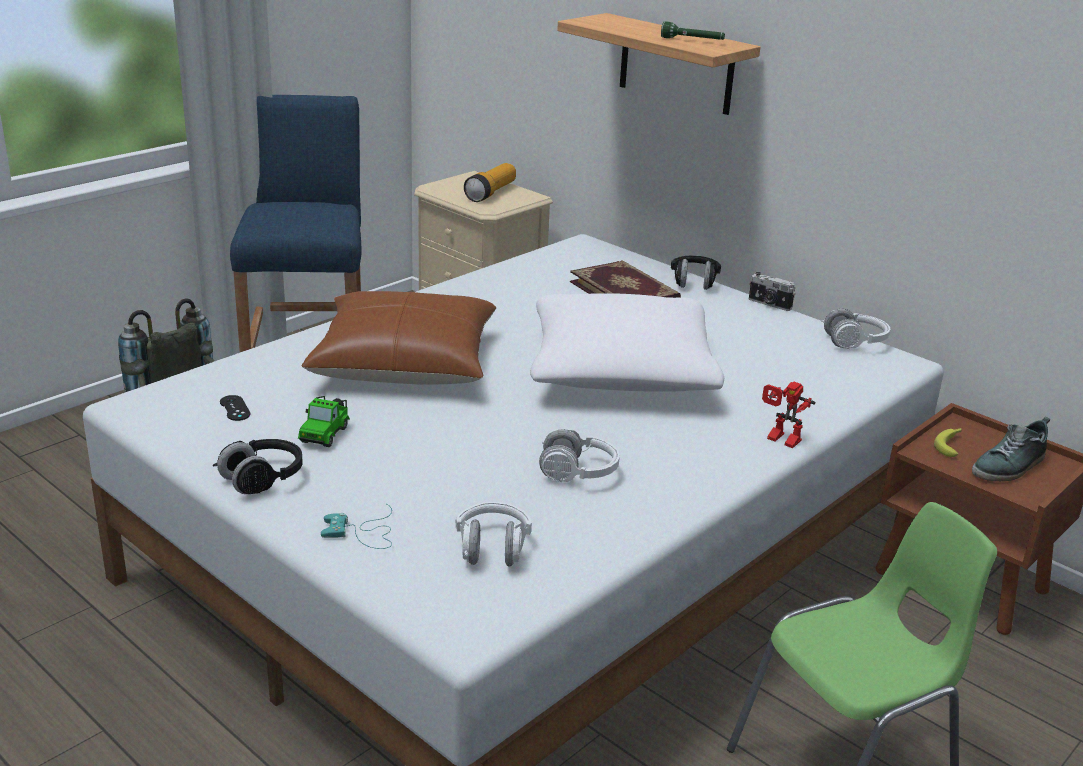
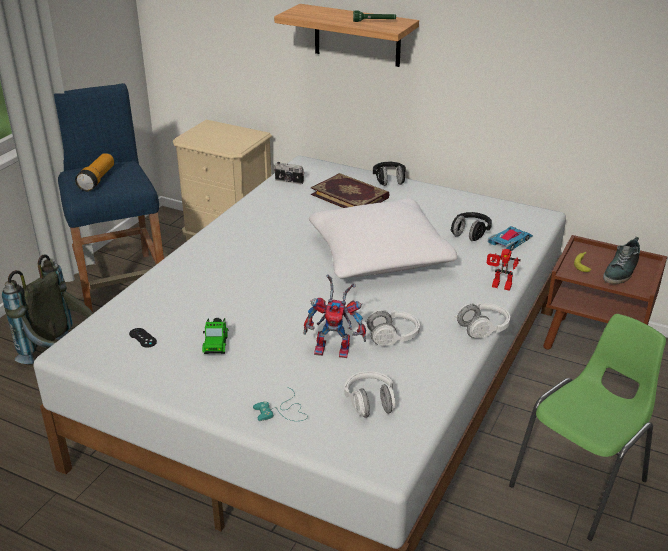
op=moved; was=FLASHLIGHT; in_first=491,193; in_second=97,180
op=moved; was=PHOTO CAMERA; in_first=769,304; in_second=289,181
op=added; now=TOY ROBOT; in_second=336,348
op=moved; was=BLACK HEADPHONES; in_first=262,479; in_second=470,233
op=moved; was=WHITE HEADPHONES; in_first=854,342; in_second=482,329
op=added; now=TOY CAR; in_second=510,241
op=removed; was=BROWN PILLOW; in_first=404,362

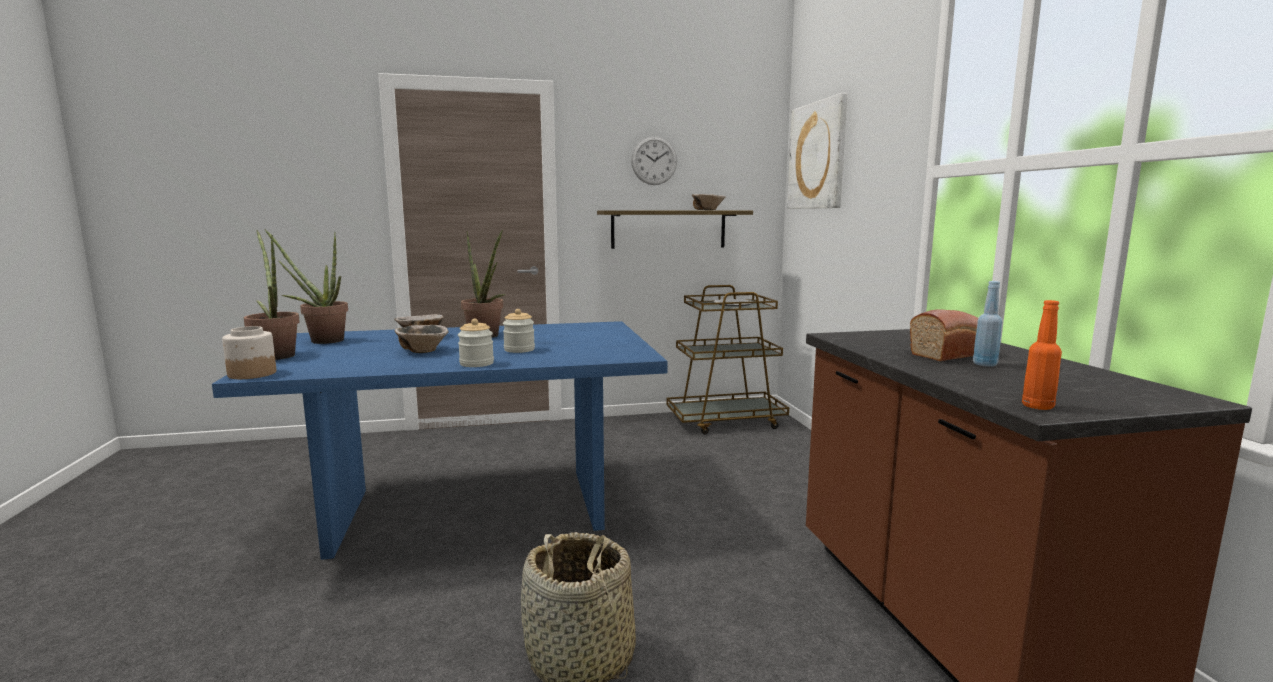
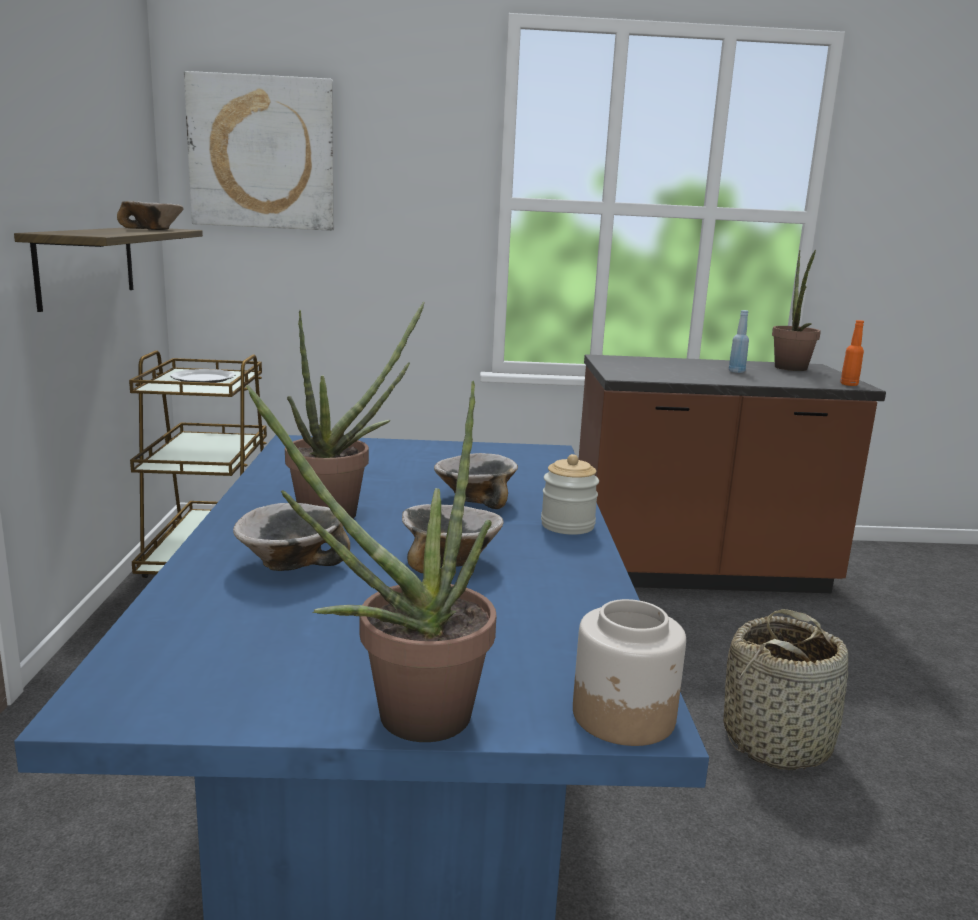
op=replaced; was=JAR; now=BOWL; in_first=519,350; in_second=474,499
op=moved; was=POTTED PLANT; in_first=321,340; in_second=791,369
op=removed; was=WALL CLOCK; in_first=654,160
op=removed; was=BREAD; in_first=952,354

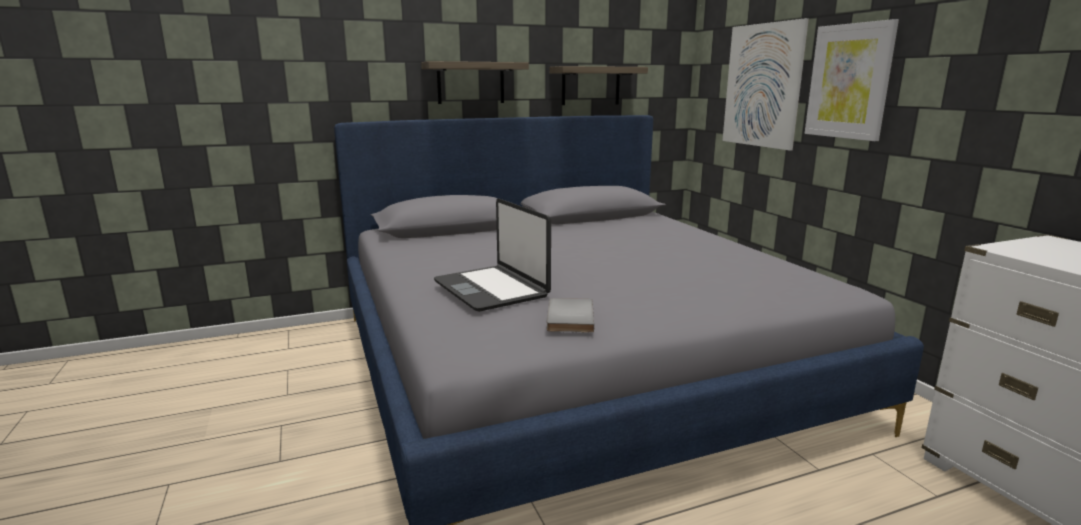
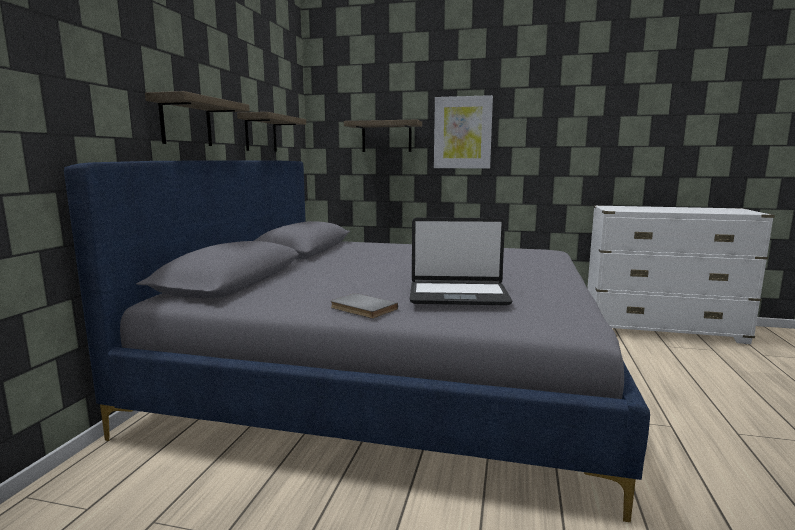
op=moved; was=GREY BOOK; in_first=568,318; in_second=362,309
op=replaced; was=PICTURE; now=SHELF; in_first=762,85; in_second=386,137

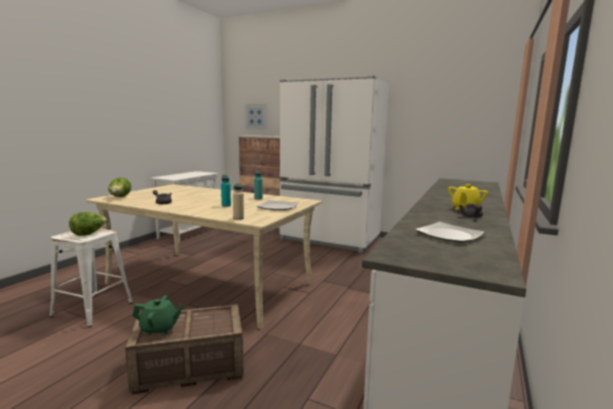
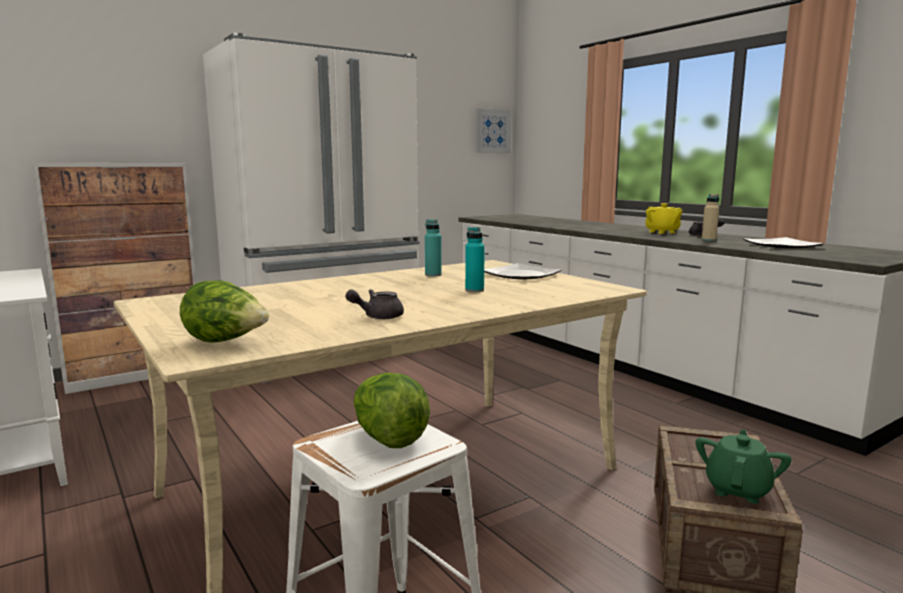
op=moved; was=PICTURE; in_first=256,116; in_second=492,131
op=moved; was=BEIGE BOTTLE; in_first=238,218; in_second=708,240

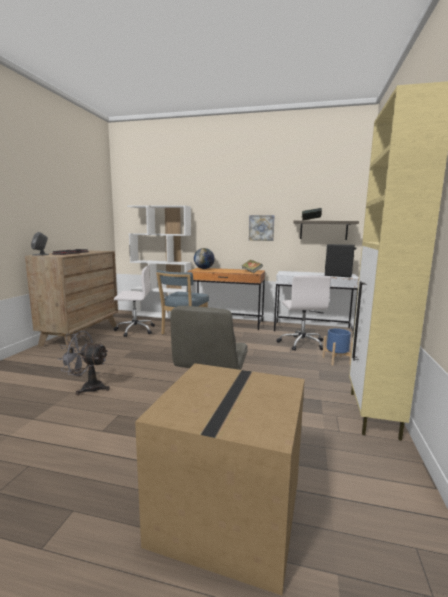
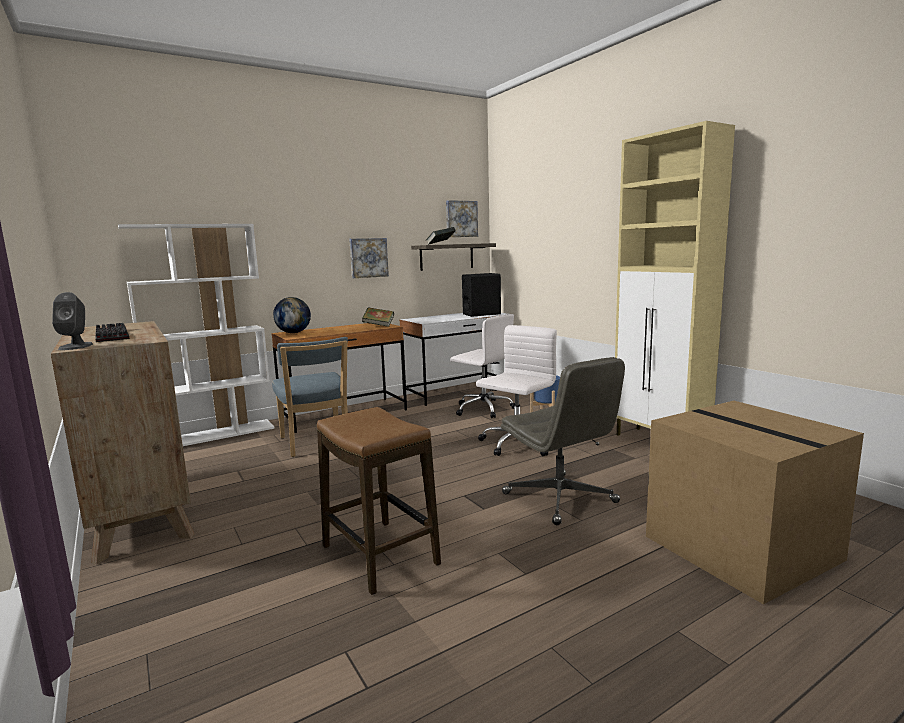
op=replaced; was=GREY FAN; now=STOOL; in_first=87,388; in_second=380,555
op=added; now=PICTURE; in_second=461,219
op=moved; was=WHITE OFFICE CHAIR; in_first=134,330; in_second=516,444

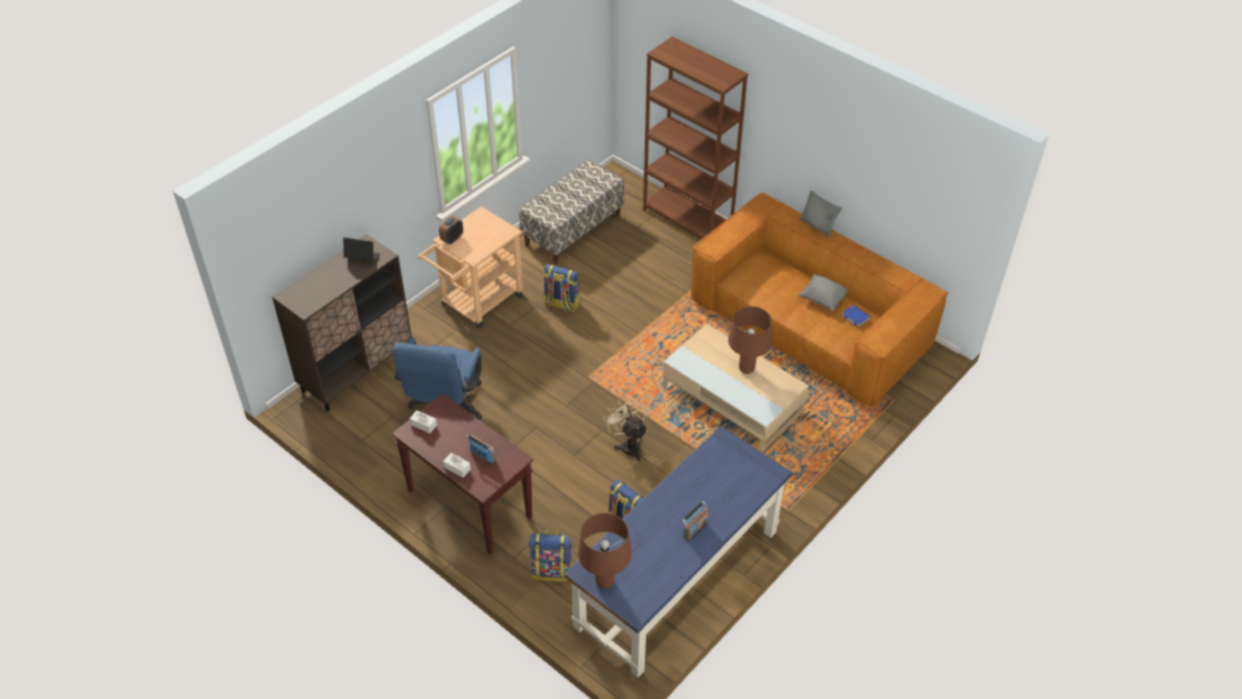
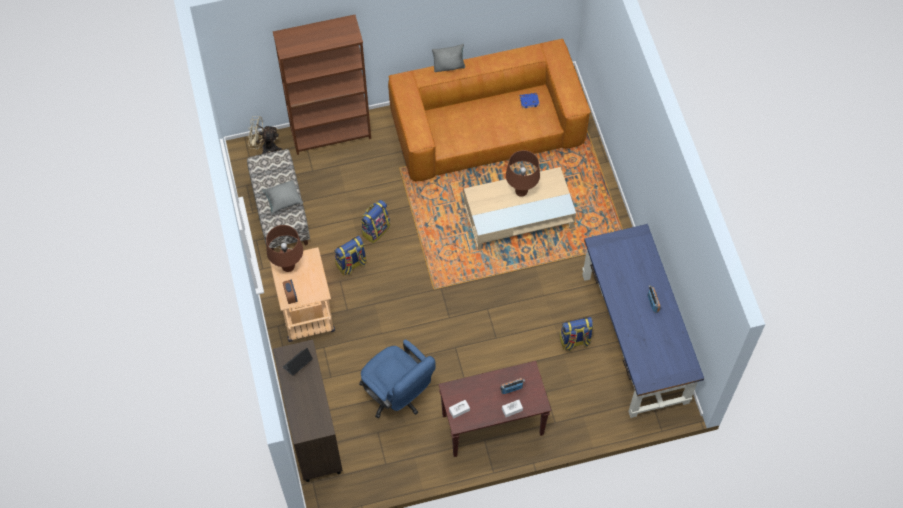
op=moved; was=BEIGE FAN; in_first=628,444; in_second=265,148
op=moved; was=GREY PILLOW; in_first=822,299; in_second=283,200
op=moved; was=BROWN TABLE LAMP; in_first=605,582; in_second=288,267
op=moved; was=BACKPACK; in_first=552,570; in_second=375,229

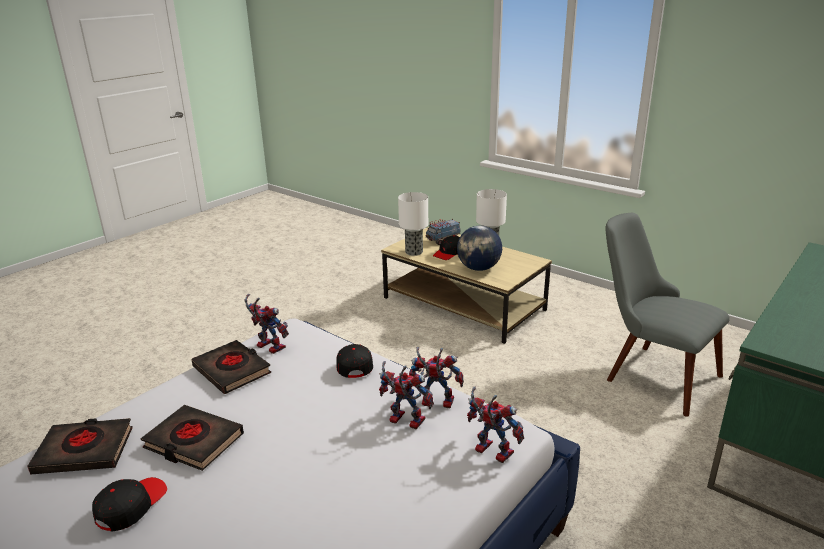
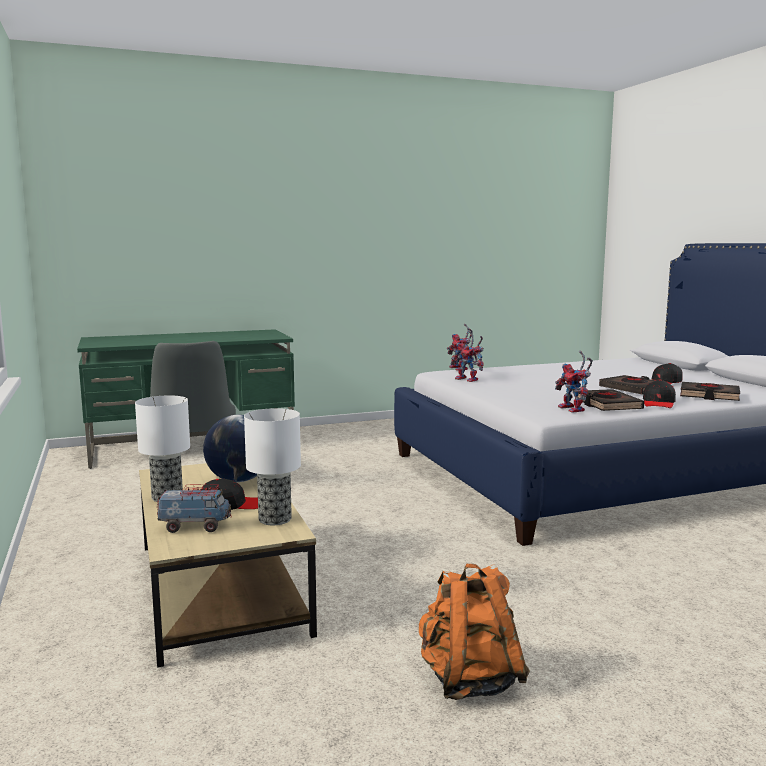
op=added; now=ORANGE BACKPACK; in_second=469,681
op=moved; was=BLACK CAP; in_first=354,364; in_second=658,403
op=removed; was=TOY ROBOT; in_first=403,421

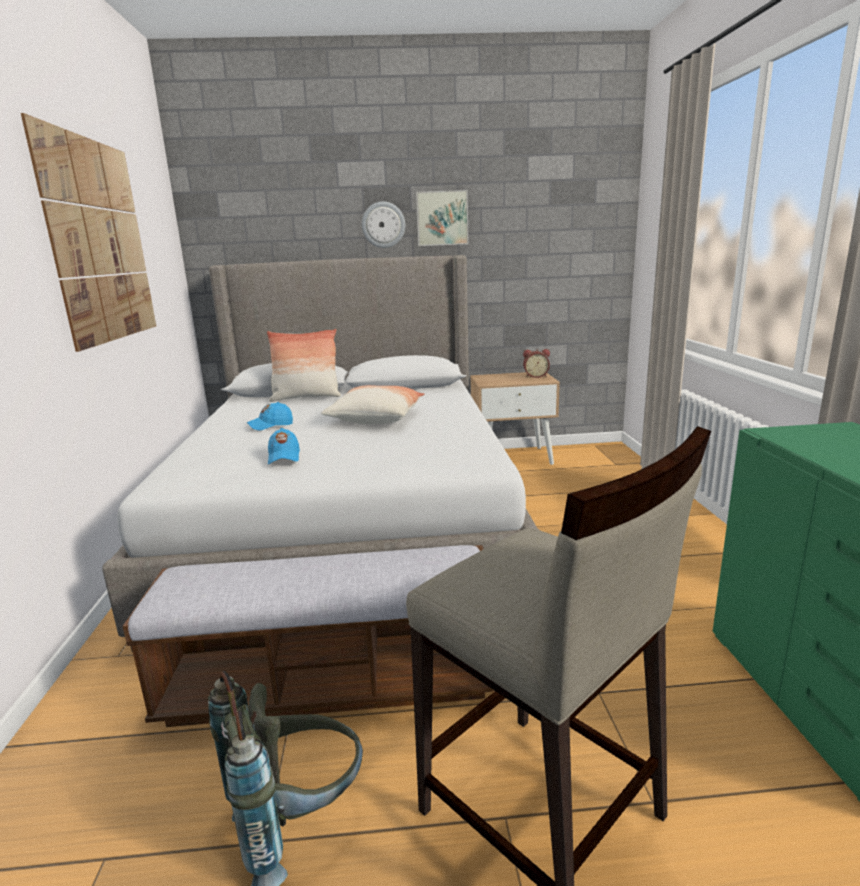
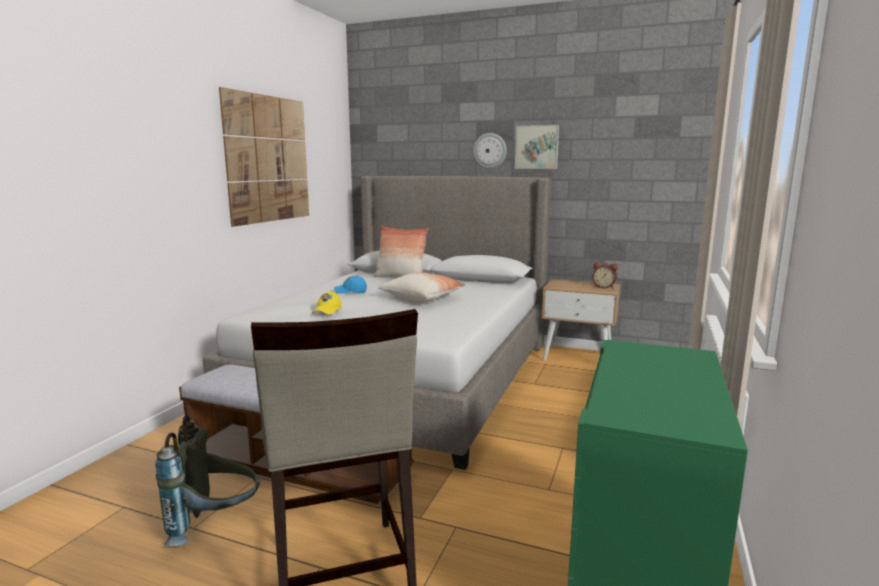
op=recoloured; was=BLUE CAP; now=YELLOW CAP; in_first=284,457; in_second=327,311

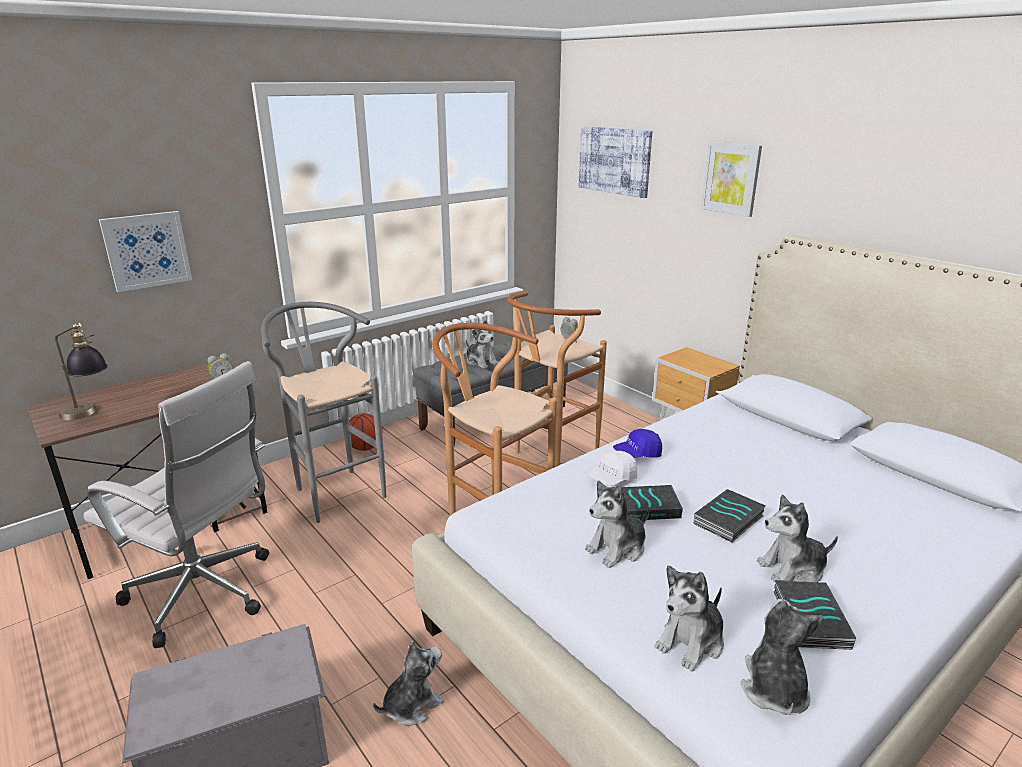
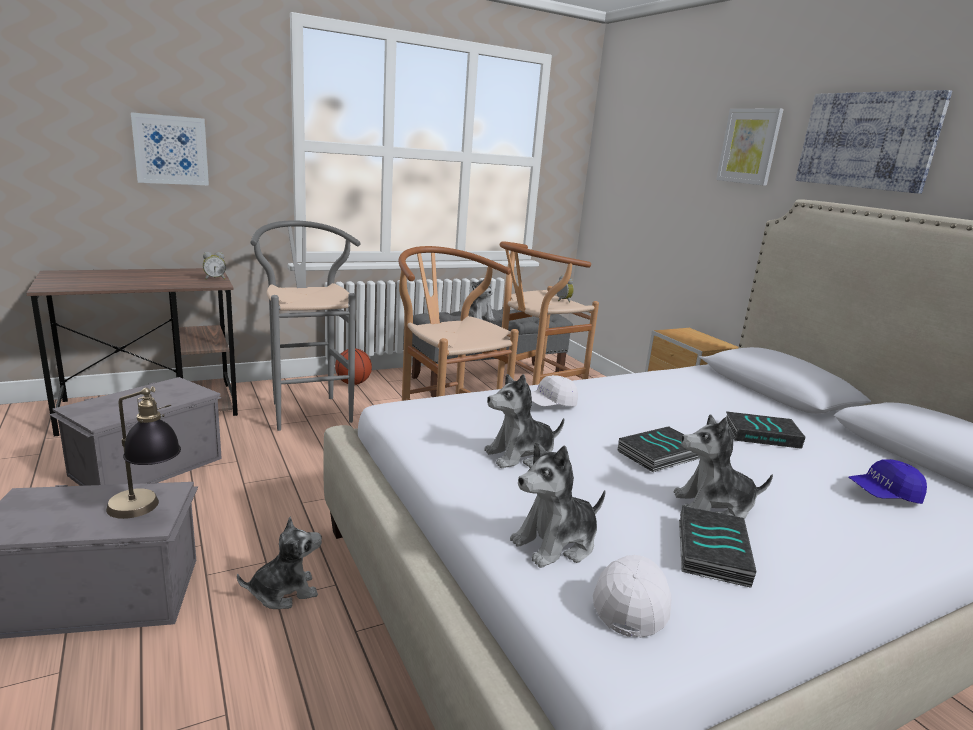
op=replaced; was=WHITE OFFICE CHAIR; now=GREY STORAGE BOX; in_first=206,595; in_second=145,466
op=moved; was=TABLE LAMP; in_first=89,414; in_second=146,512
op=replaced; was=PLUSH TOY; now=WHITE CAP; in_first=773,689; in_second=631,603
op=moved; was=BOOK; in_first=645,507; in_second=762,434
op=moved; was=PICTURE; in_first=614,160; in_second=867,140
op=moved; was=BLUE CAP; in_first=637,454; in_second=883,495

